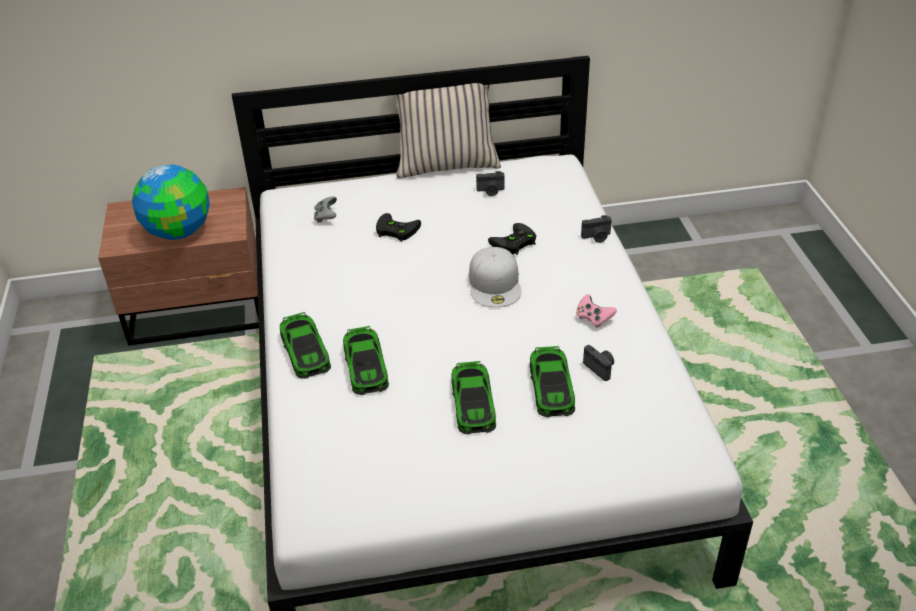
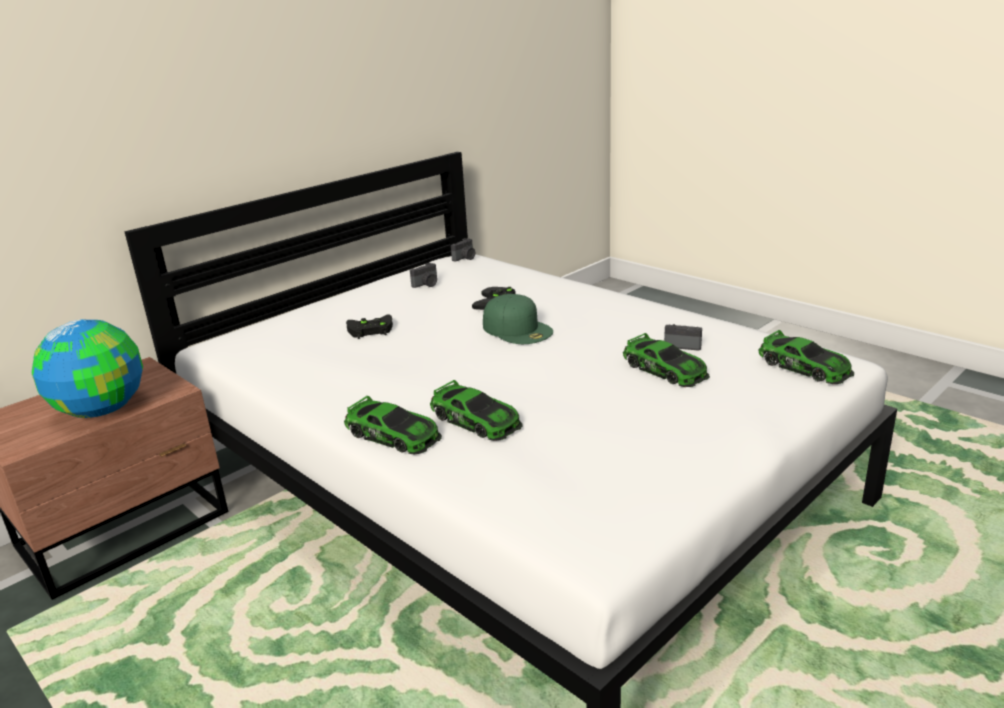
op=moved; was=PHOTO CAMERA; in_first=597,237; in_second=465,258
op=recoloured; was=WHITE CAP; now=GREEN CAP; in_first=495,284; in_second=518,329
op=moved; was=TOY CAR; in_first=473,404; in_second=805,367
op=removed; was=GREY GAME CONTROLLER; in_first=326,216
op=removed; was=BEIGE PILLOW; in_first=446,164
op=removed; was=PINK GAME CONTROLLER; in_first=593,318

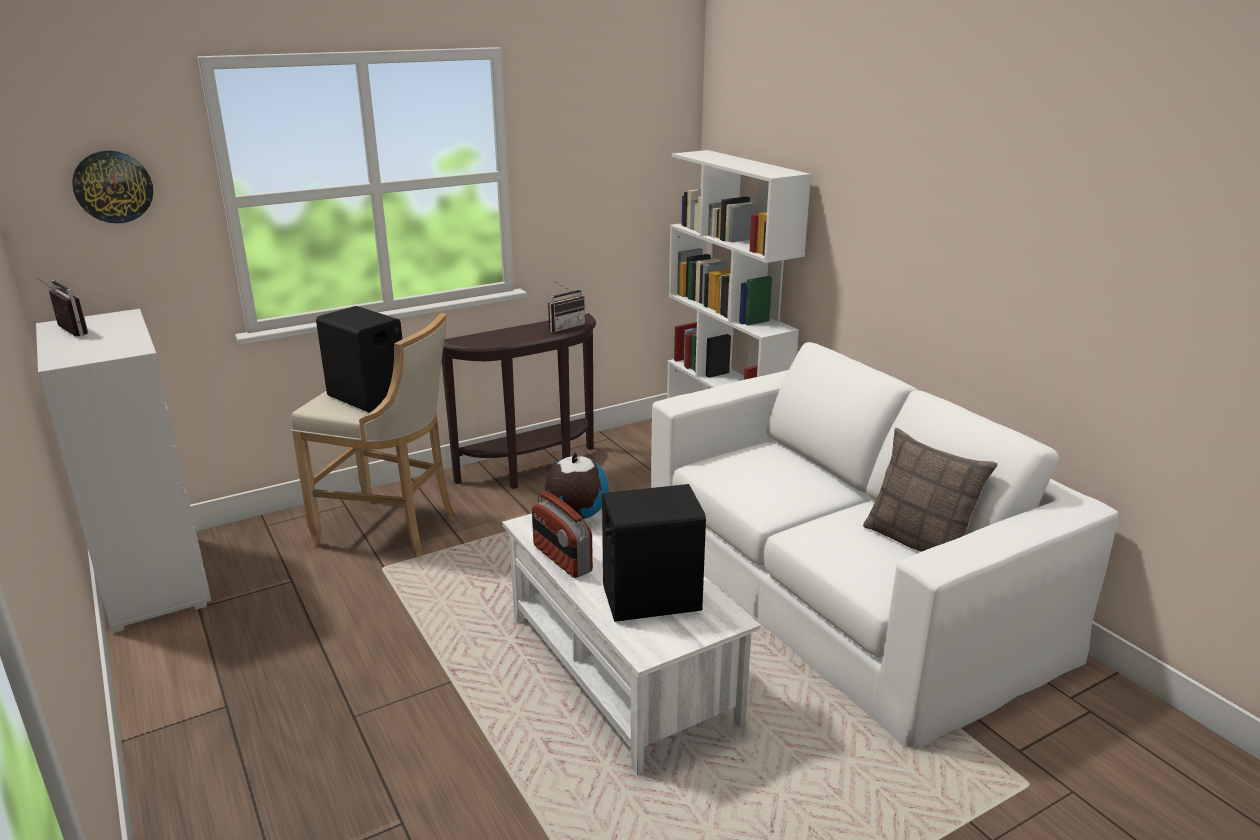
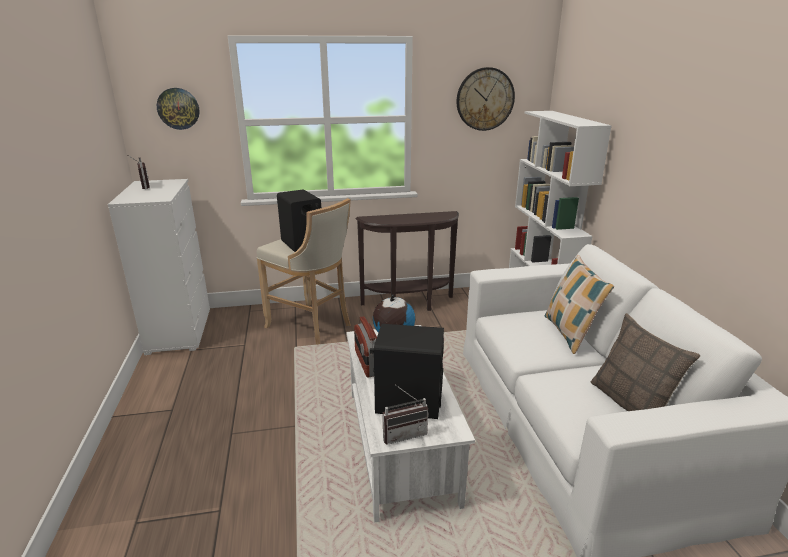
op=moved; was=RADIO; in_first=565,327; in_second=403,433
op=added; now=WALL CLOCK; in_second=485,99
op=added; now=PILLOW; in_second=570,334

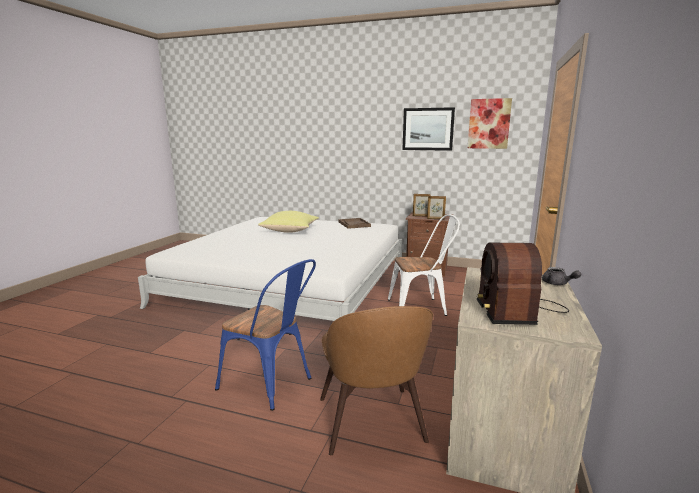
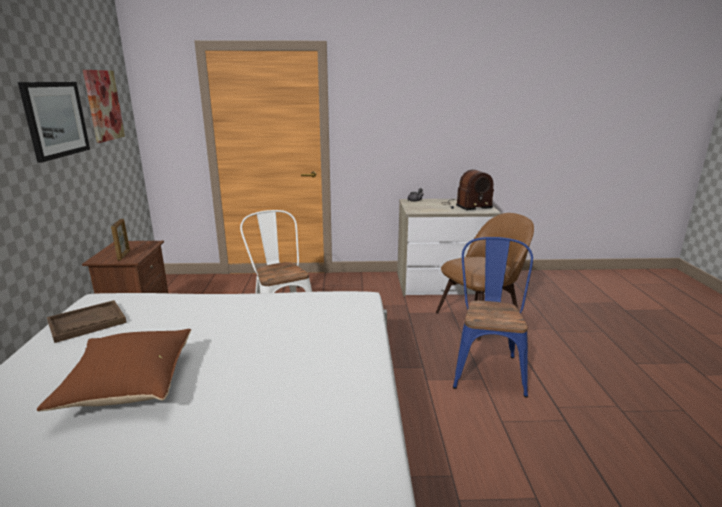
op=recoloured; was=YELLOW PILLOW; now=BROWN PILLOW; in_first=291,231; in_second=128,385
op=removed; was=PICTURE FRAME; in_first=435,219

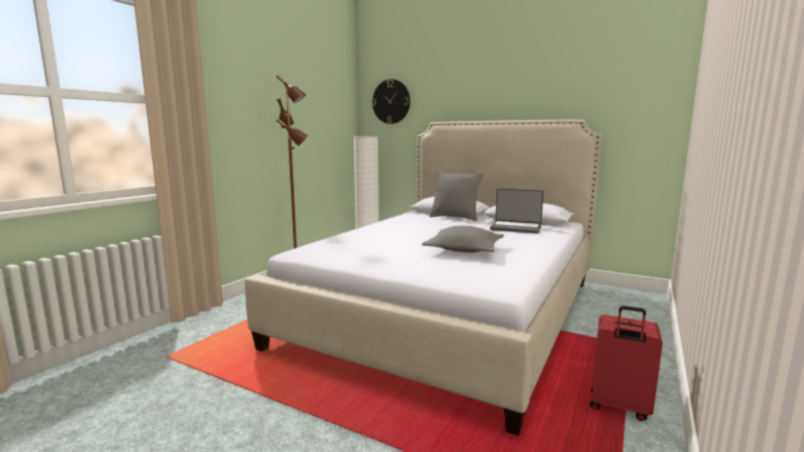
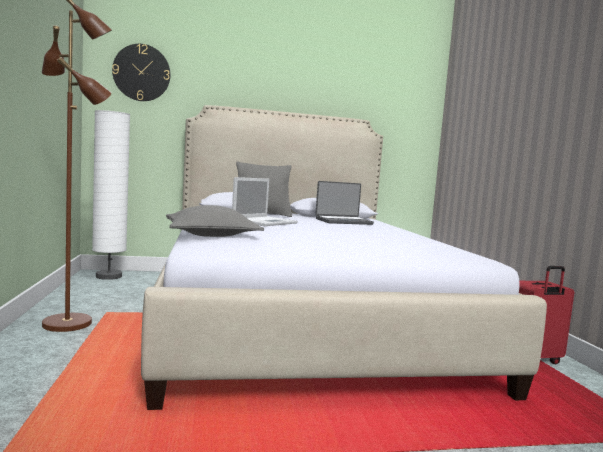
op=moved; was=GREY PILLOW; in_first=464,250; in_second=211,235
op=added; now=LAPTOP; in_second=265,222

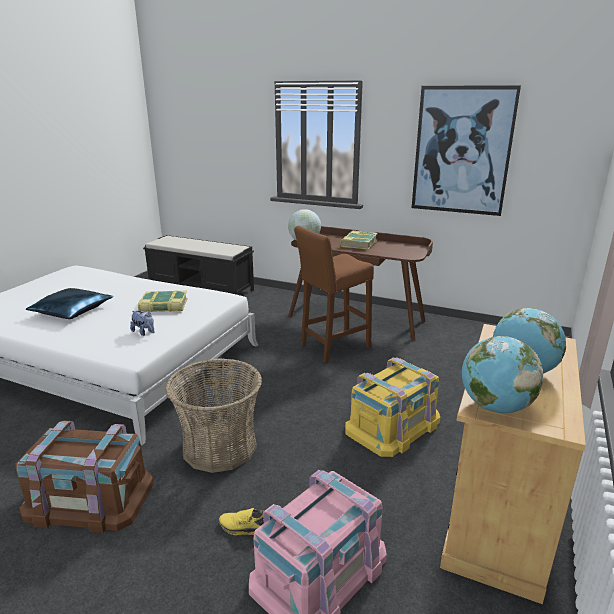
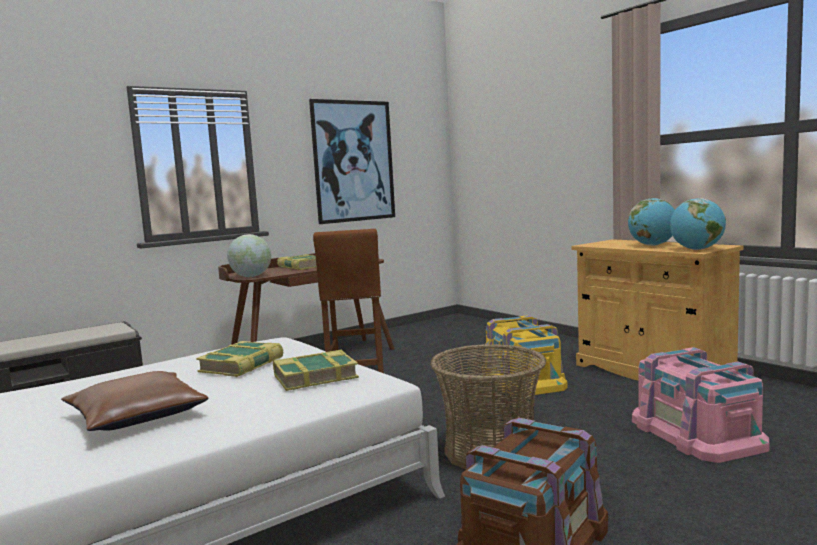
op=recoloured; was=BLUE PILLOW; now=BROWN PILLOW; in_first=71,310; in_second=136,415
op=replaced; was=PLUSH TOY; now=BOOK; in_first=144,332; in_second=315,377
op=removed; was=YELLOW SHOE; in_first=245,528

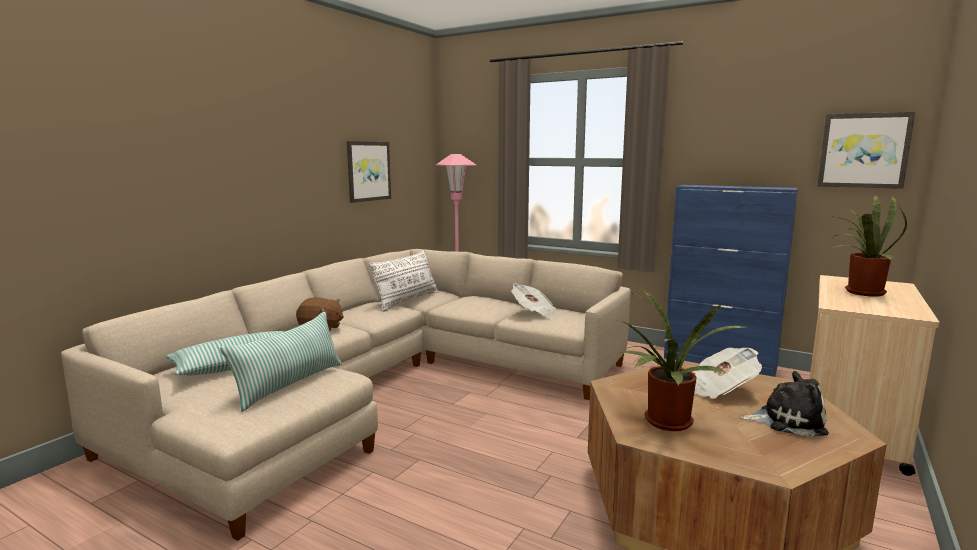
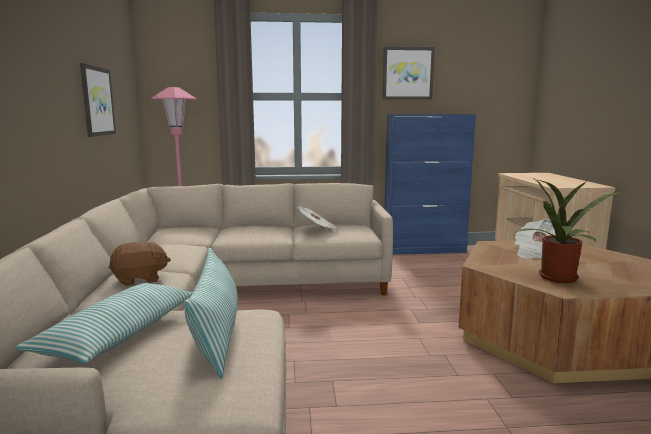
op=moved; was=PICTURE; in_first=863,150; in_second=407,73
op=removed; was=WHITE PILLOW; in_first=407,301
op=removed; was=PLUSH TOY; in_first=787,421
op=removed; was=POTTED PLANT; in_first=860,292

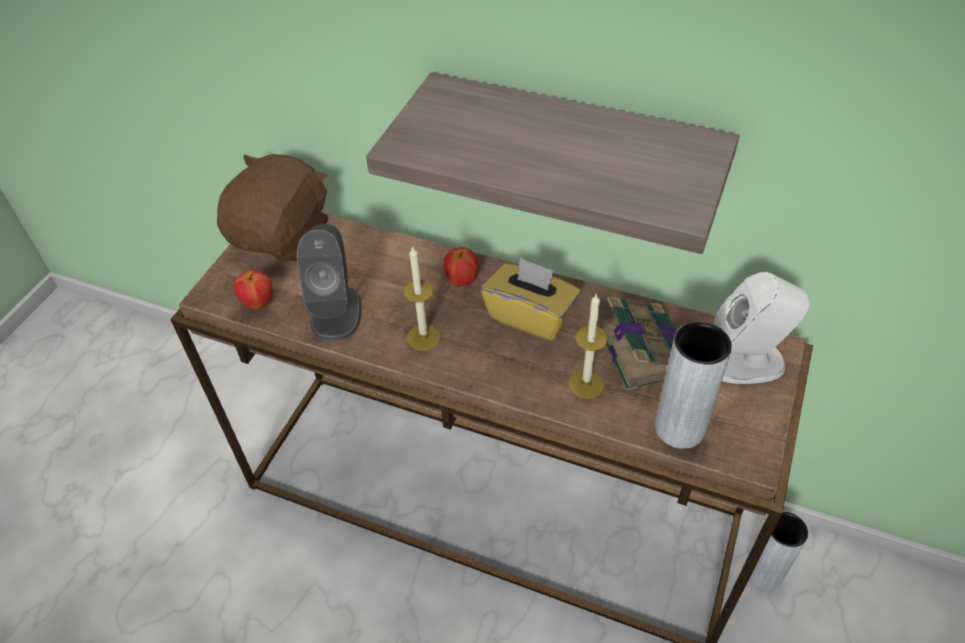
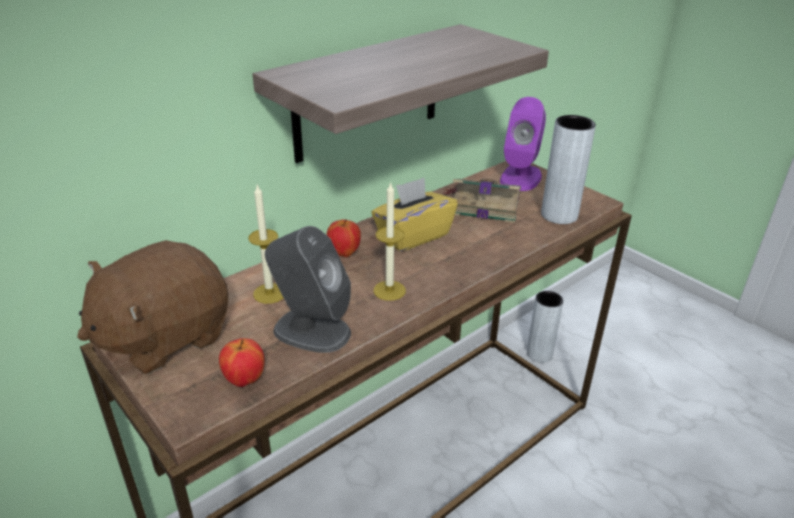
op=turned; was=BROWN PLUSH TOY; in_first=283,236; in_second=164,337; clockwise=-90
op=moved; was=CANDLE; in_first=586,384; in_second=269,293
op=recoloured; was=WHITE SPEAKER; now=PURPLE SPEAKER; in_first=746,361; in_second=521,177

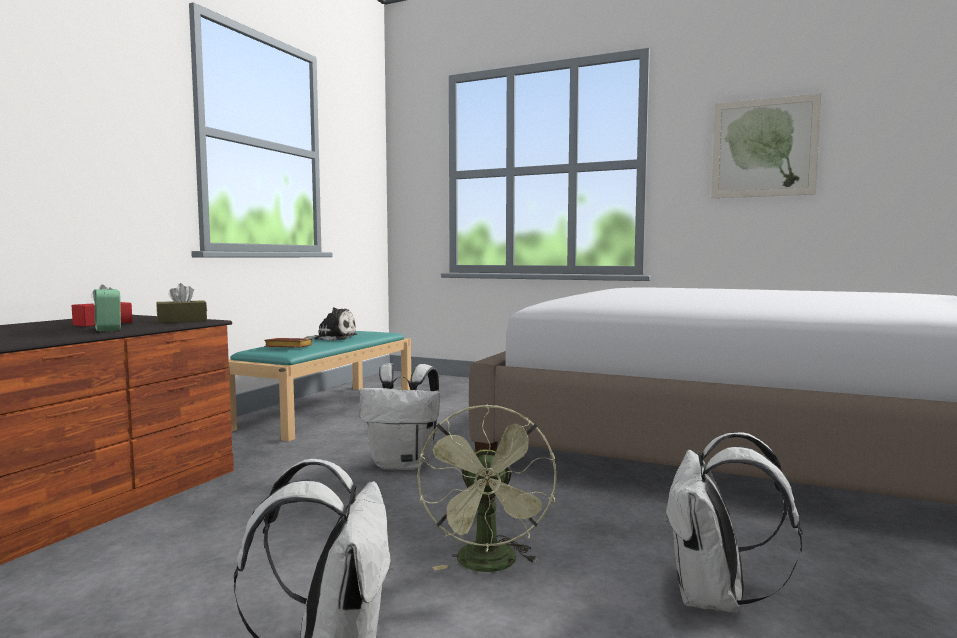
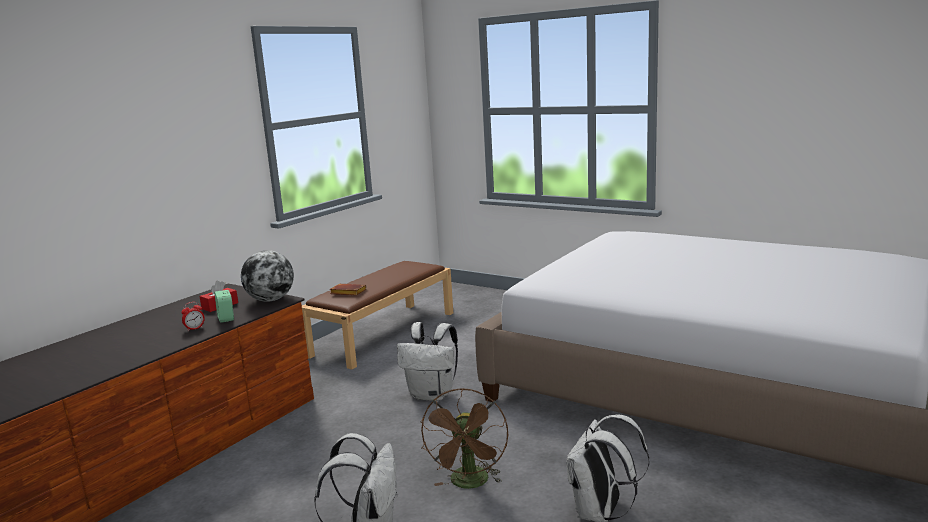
op=added; now=ALARM CLOCK; in_second=194,328
op=replaced; was=BROWN TISSUE BOX; now=GLOBE; in_first=182,321; in_second=270,300
op=recoloured; was=TURQUOISE BENCH; now=BROWN BENCH; in_first=328,409; in_second=384,333
op=recoloured; was=GREEN FAN; now=BROWN FAN; in_first=489,566; in_second=470,484
op=removed; was=PLUSH TOY; in_first=333,338
op=removed; was=PICTURE; in_first=764,148

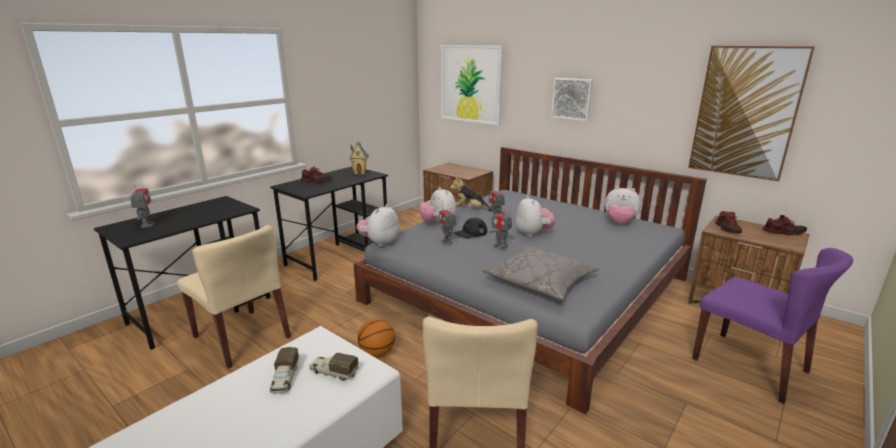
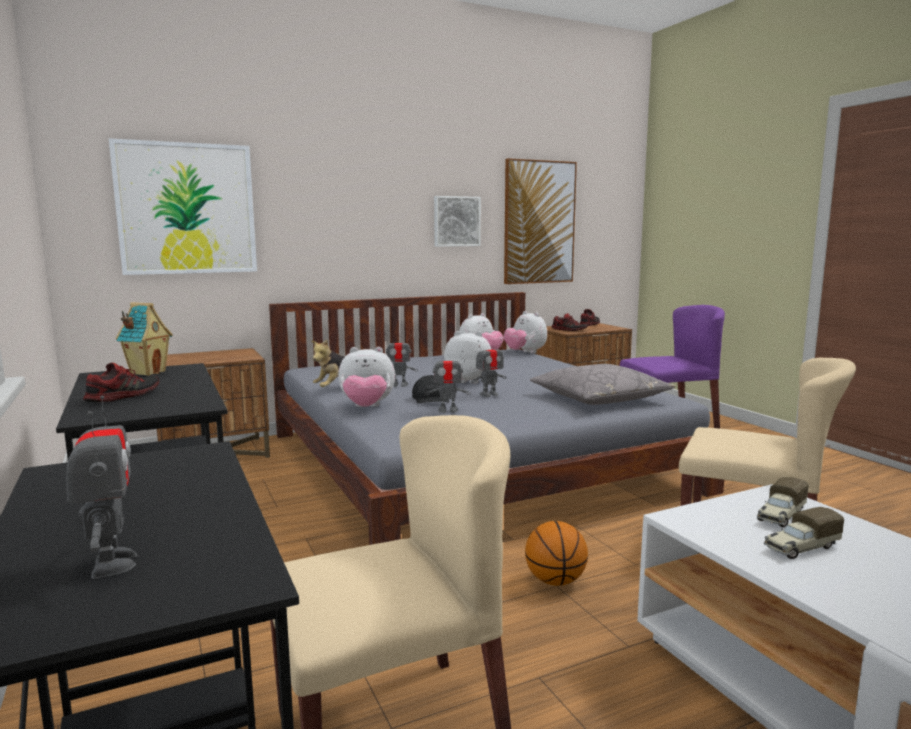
op=turned; was=TOY ROBOT; in_first=147,225; in_second=111,564; clockwise=60
op=moved; was=PICTURE; in_first=572,98; in_second=456,221
op=moved; was=PLUSH TOY; in_first=379,243; in_second=525,353
op=turned; was=TOY TRUCK; in_first=285,379; in_second=800,548; clockwise=135

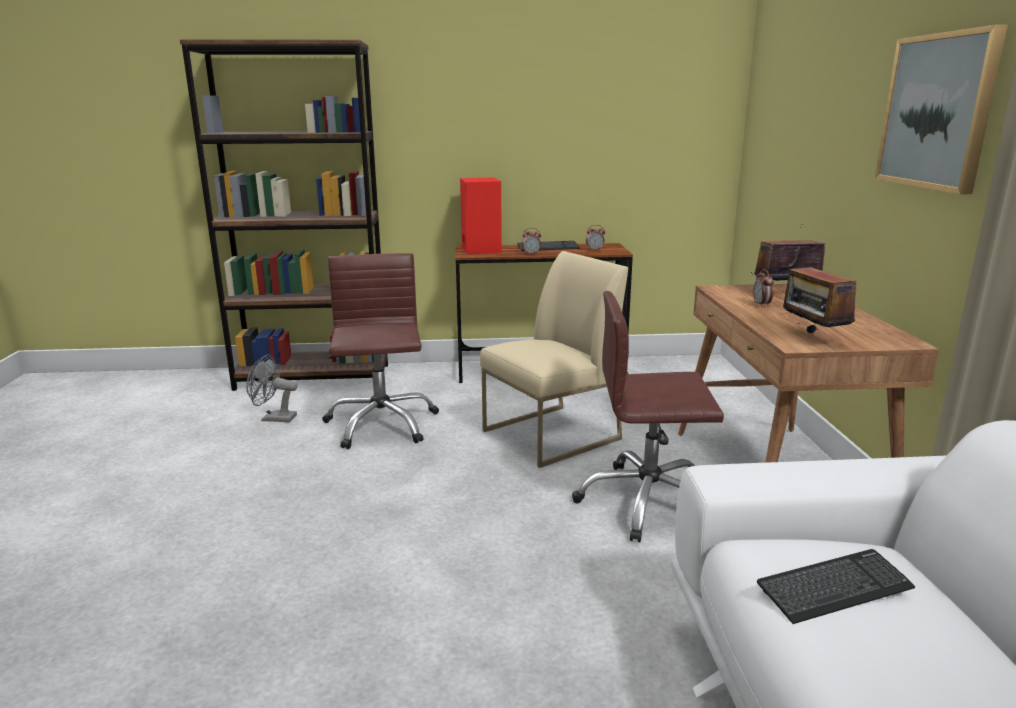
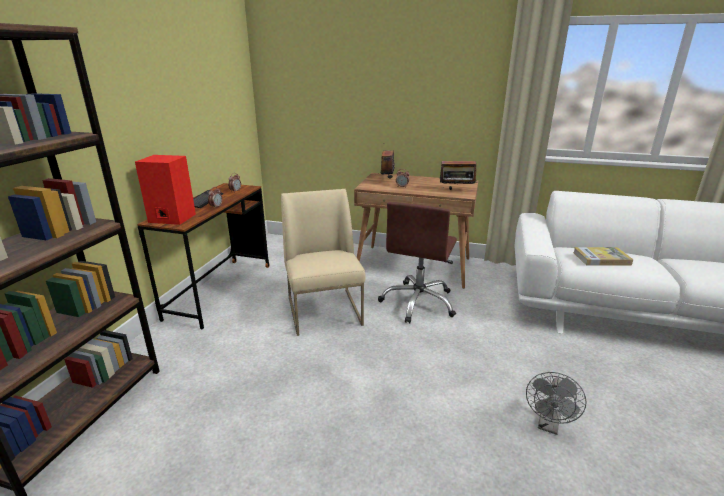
op=moved; was=GREY FAN; in_first=273,418; in_second=548,425
op=replaced; was=KEYBOARD; now=BOOK; in_first=834,588; in_second=601,258
op=removed; was=BROWN OFFICE CHAIR; in_first=381,424
op=removed; was=PICTURE; in_first=938,111

